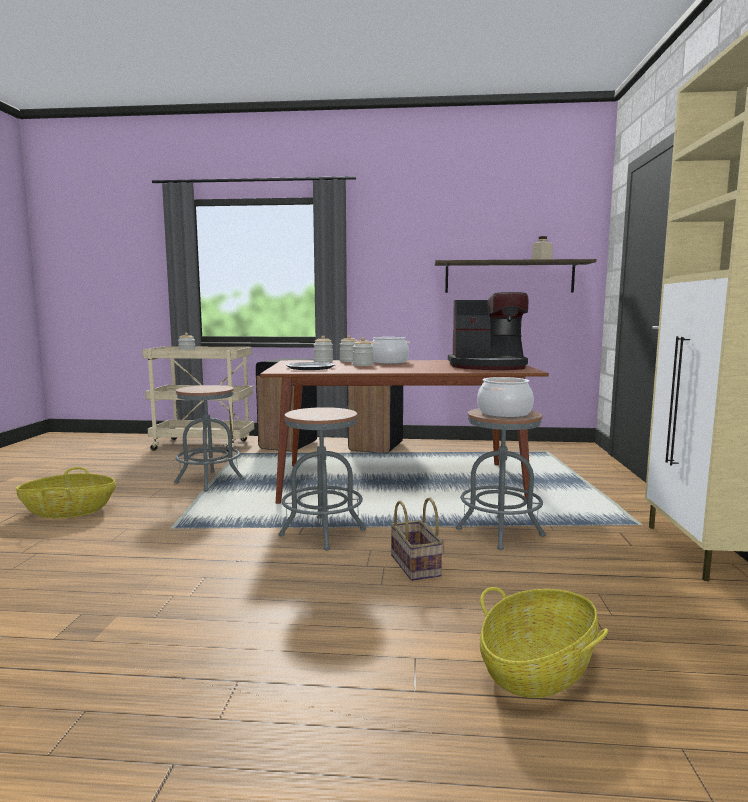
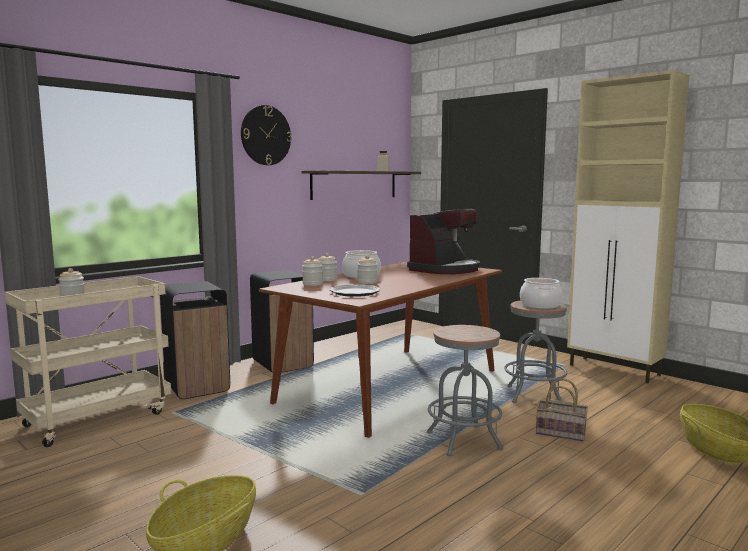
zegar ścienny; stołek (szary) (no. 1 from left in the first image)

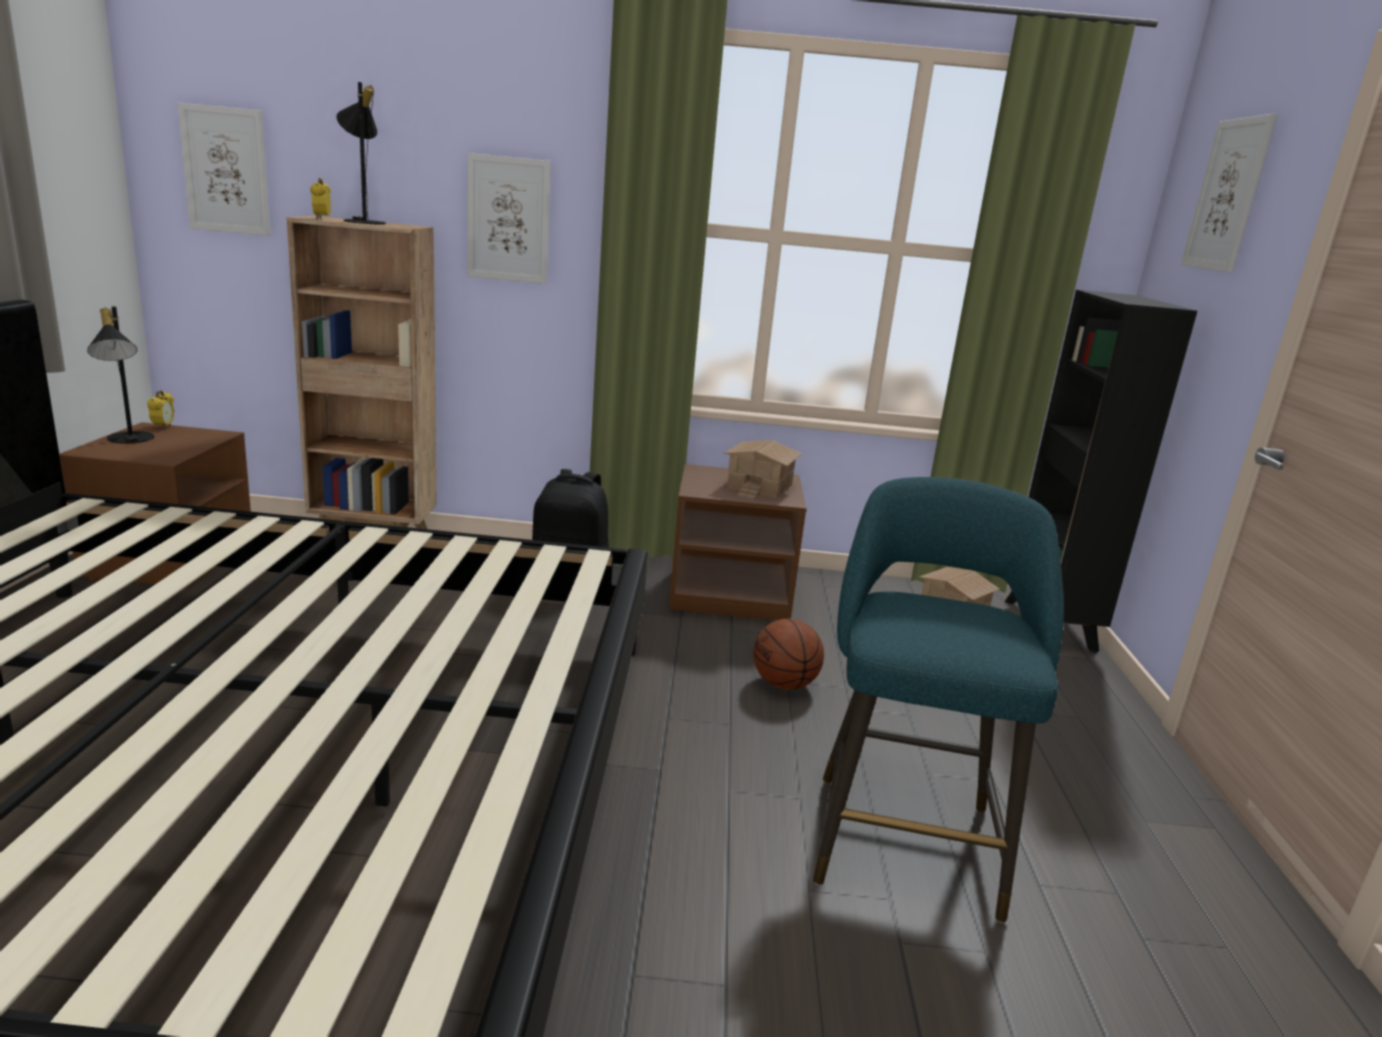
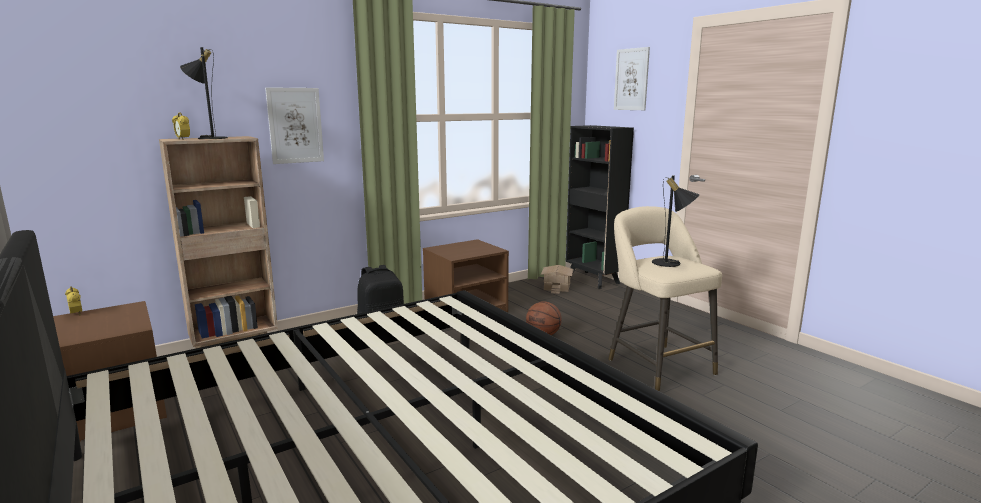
stołek (beżowy); lampa stołowa (czarny) (no. 2 from left); obraz (no. 1 from left in the first image); domek (no. 1 from left in the first image)

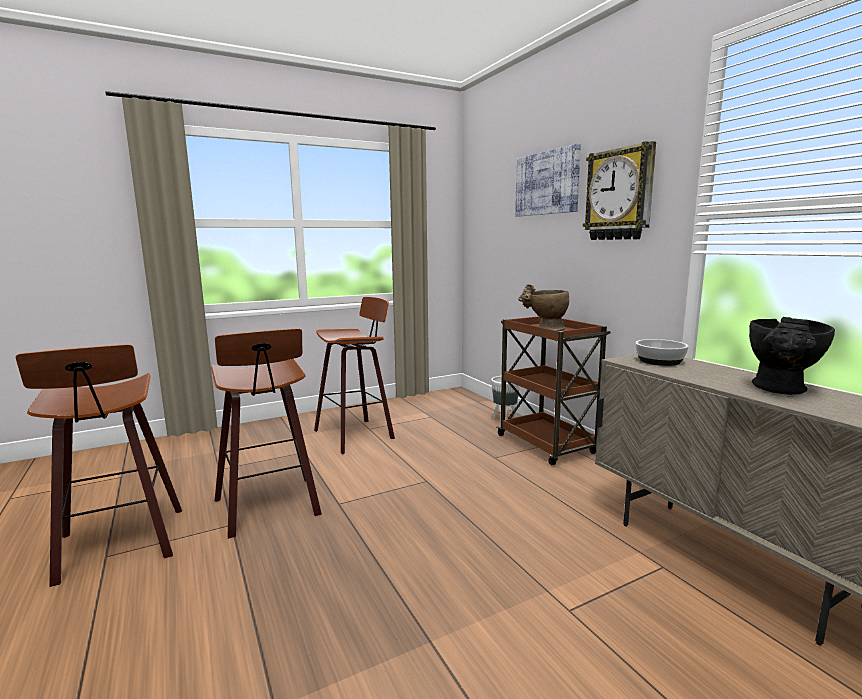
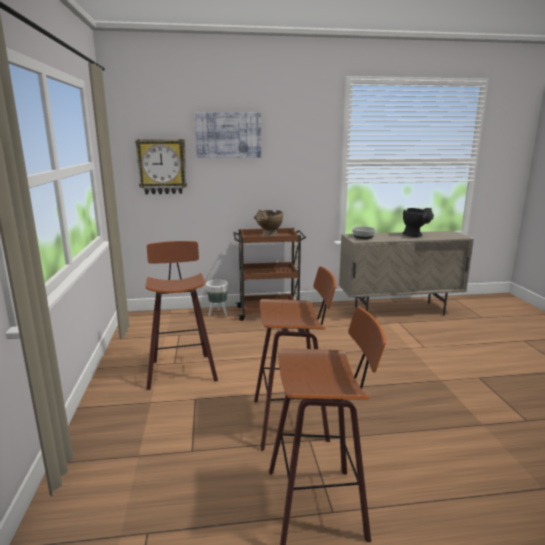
zegar ścienny

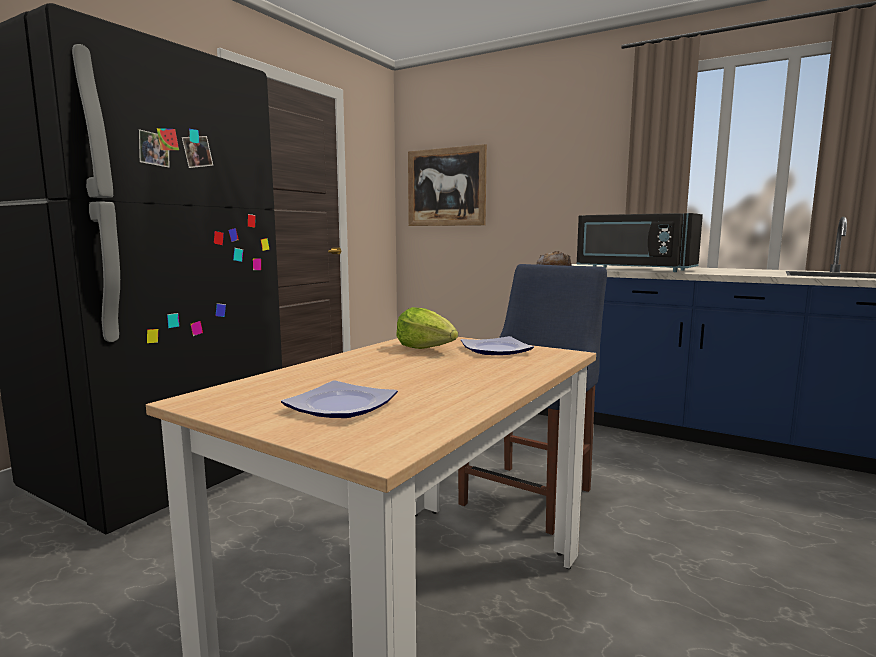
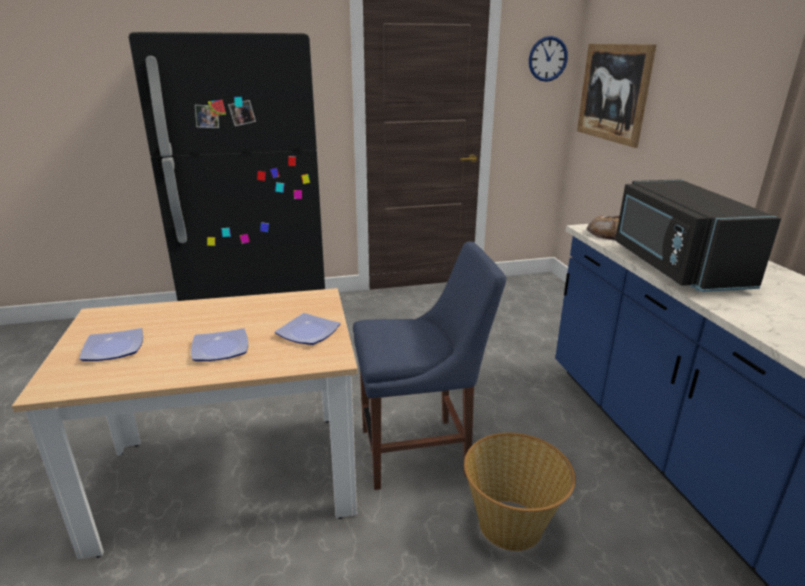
talerz (no. 2 from left); koszyk; zegar ścienny; sałata

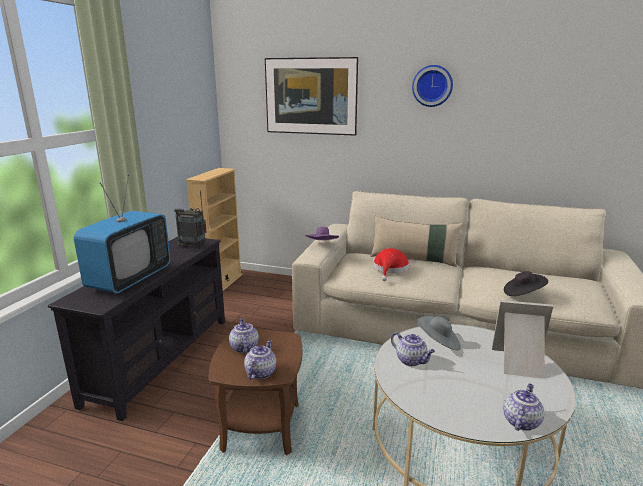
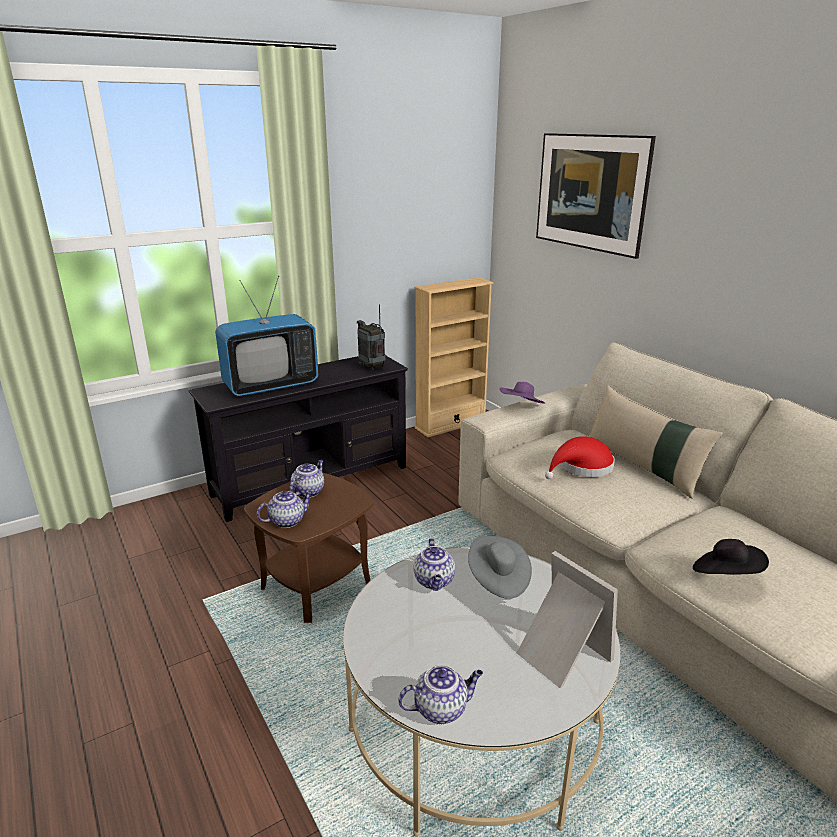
zegar ścienny

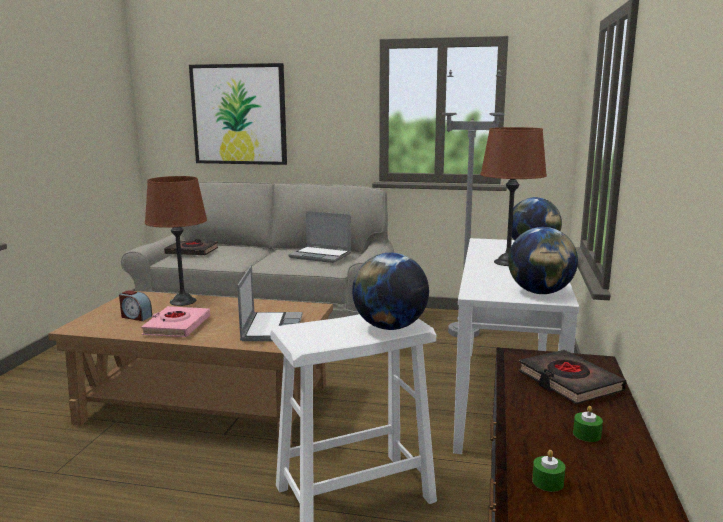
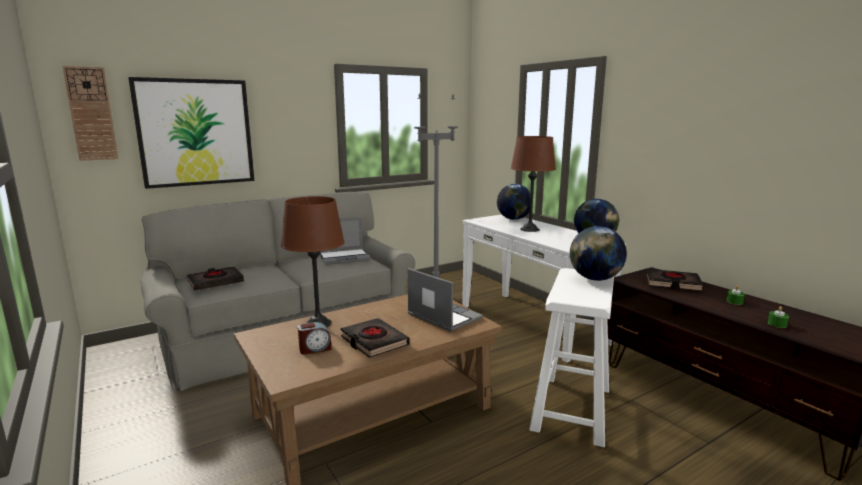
zegar ścienny; książka (czarny) (no. 2 from left)

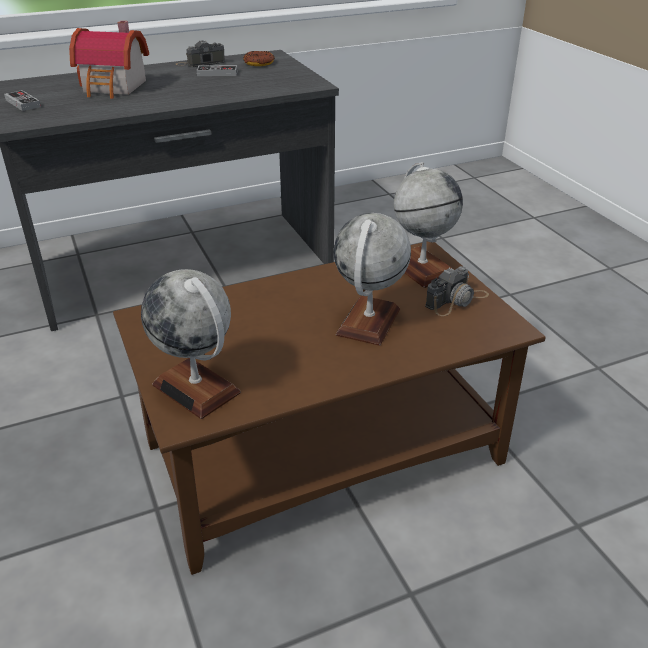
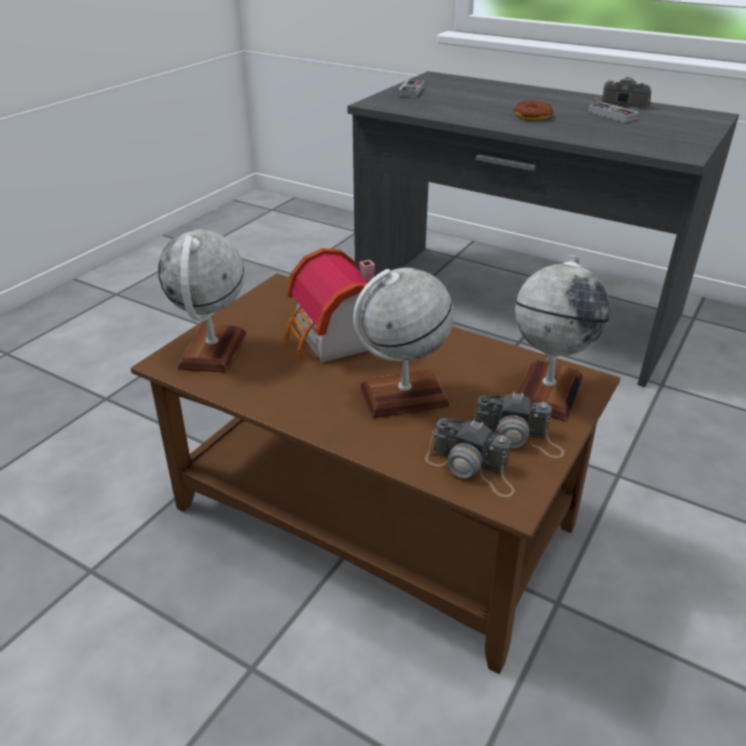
domek; aparat fotograficzny (no. 1 from left); donut

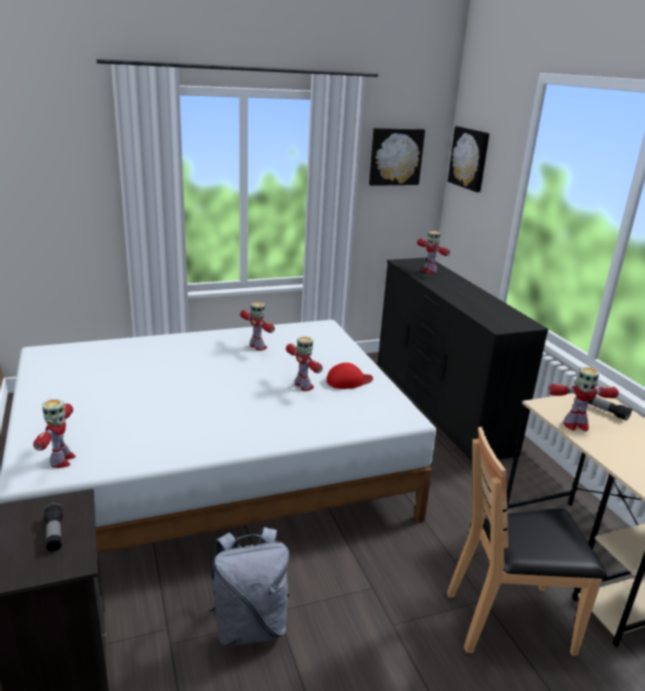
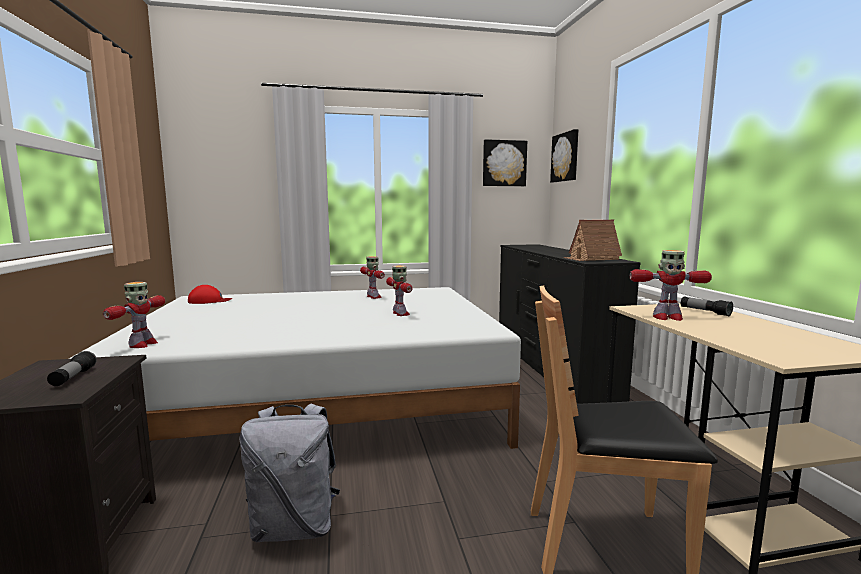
czapka z daszkiem (czerwony); domek; robot zabawkowy (no. 4 from left in the first image)

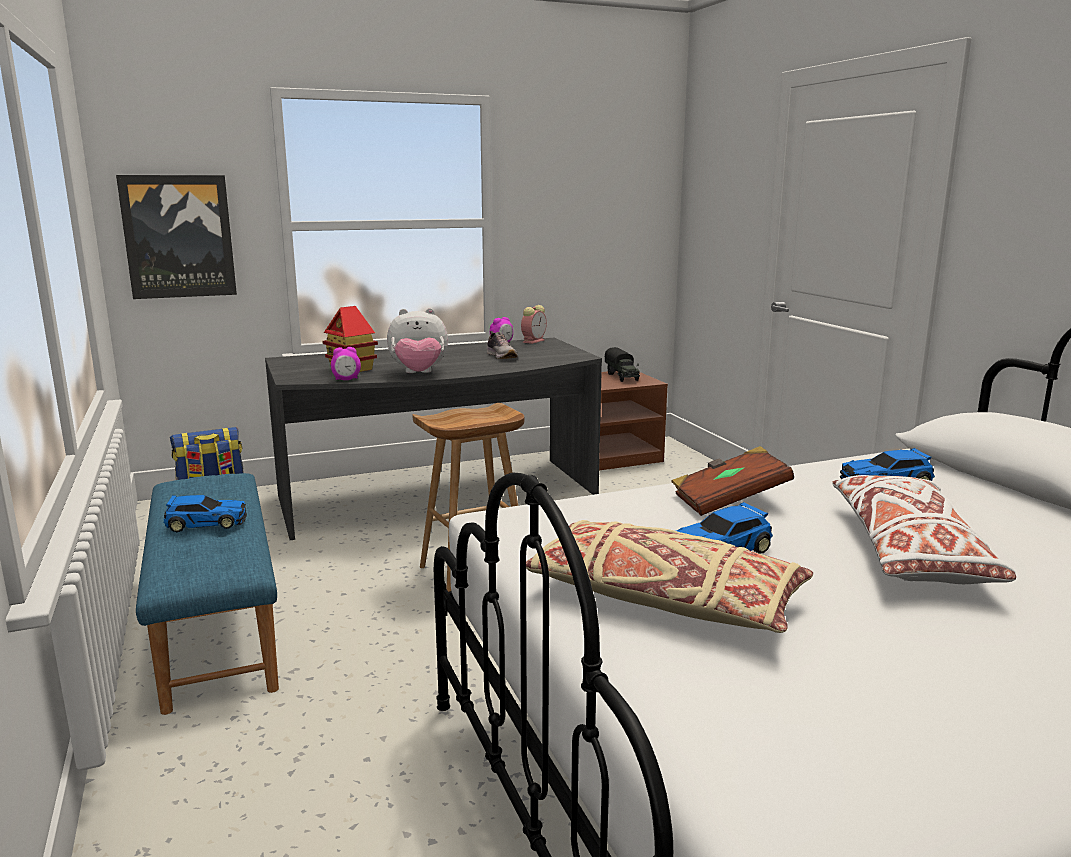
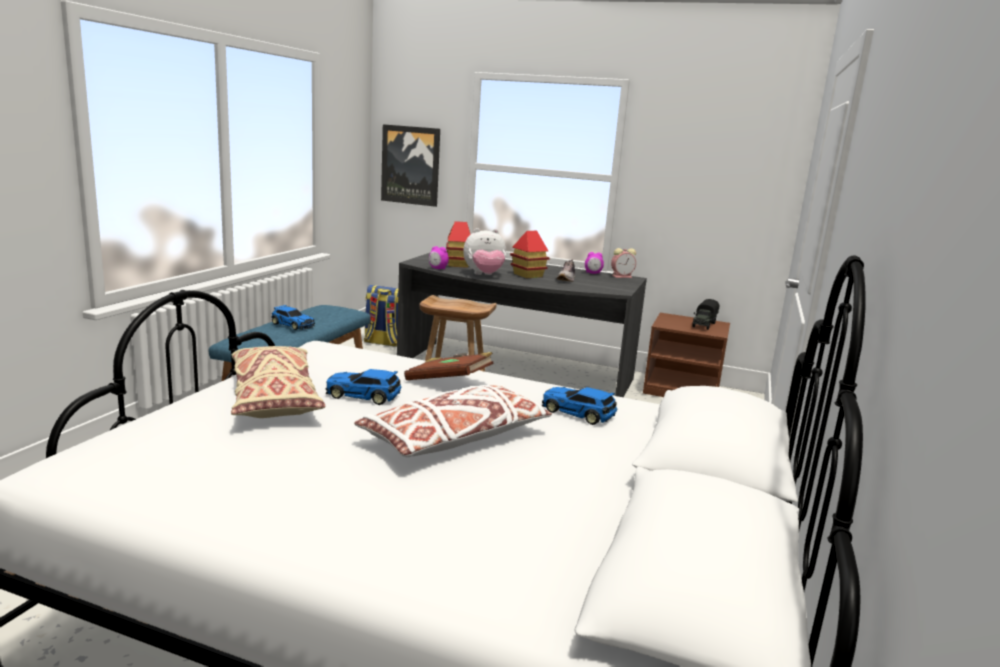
pluszak; domek (no. 2 from left)

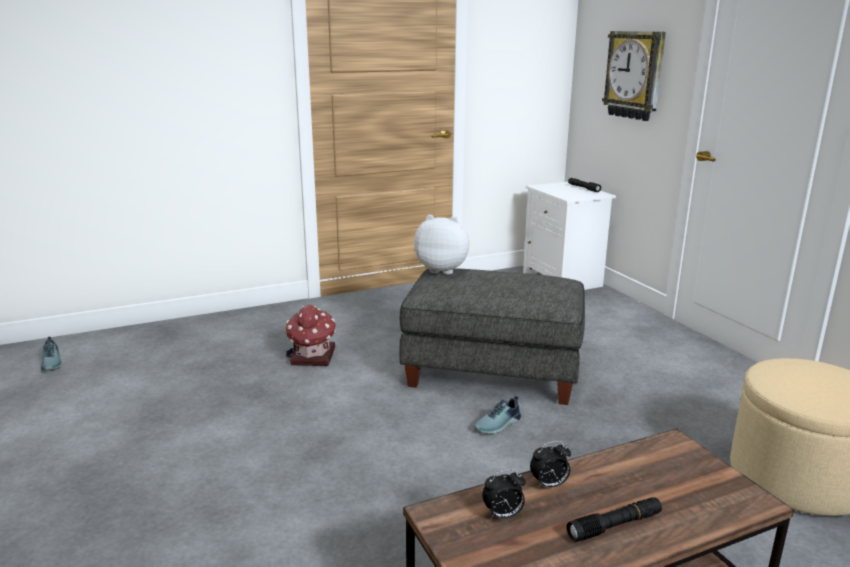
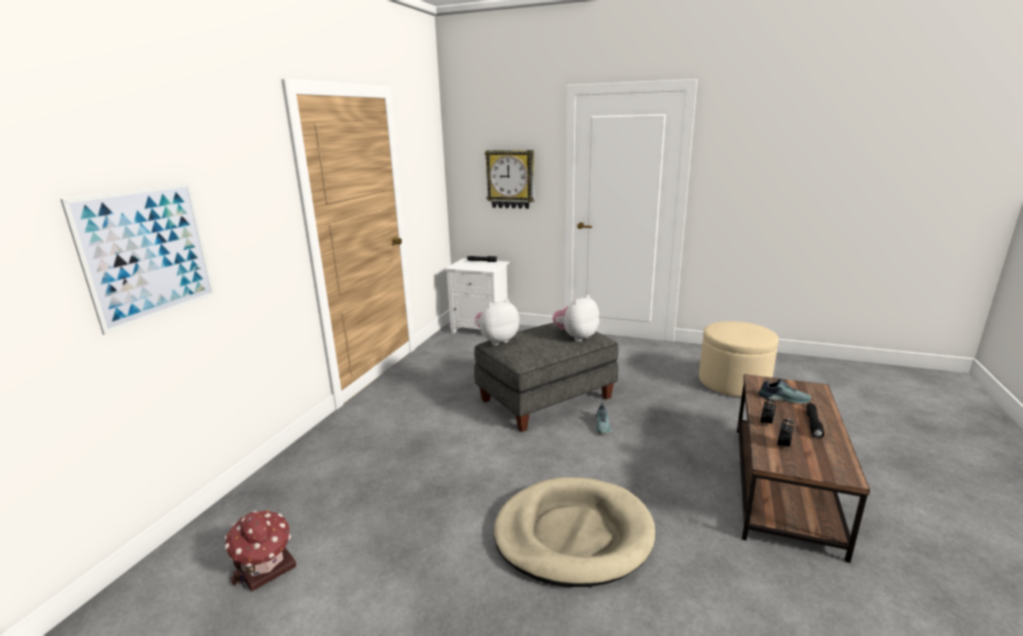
obraz; domek; legowisko (beżowy); pluszak (no. 2 from left); but (no. 2 from left)

